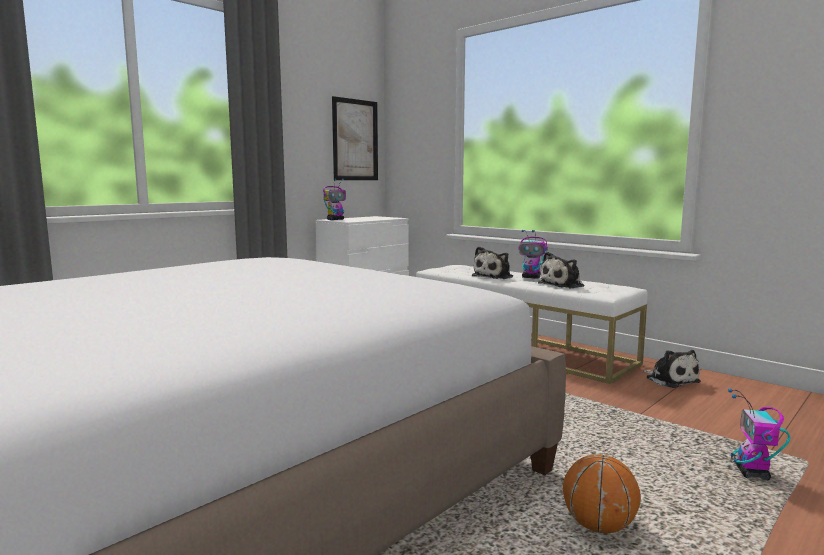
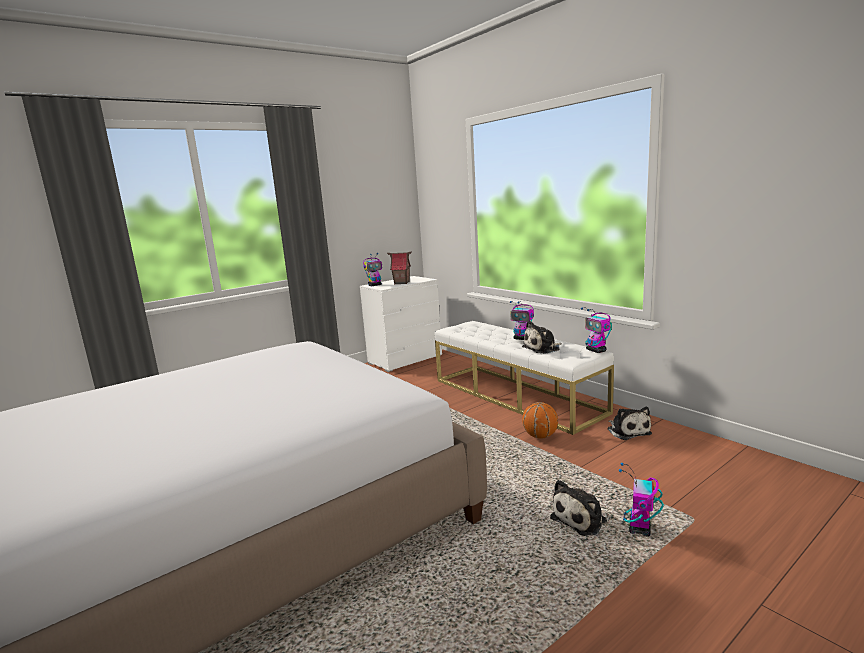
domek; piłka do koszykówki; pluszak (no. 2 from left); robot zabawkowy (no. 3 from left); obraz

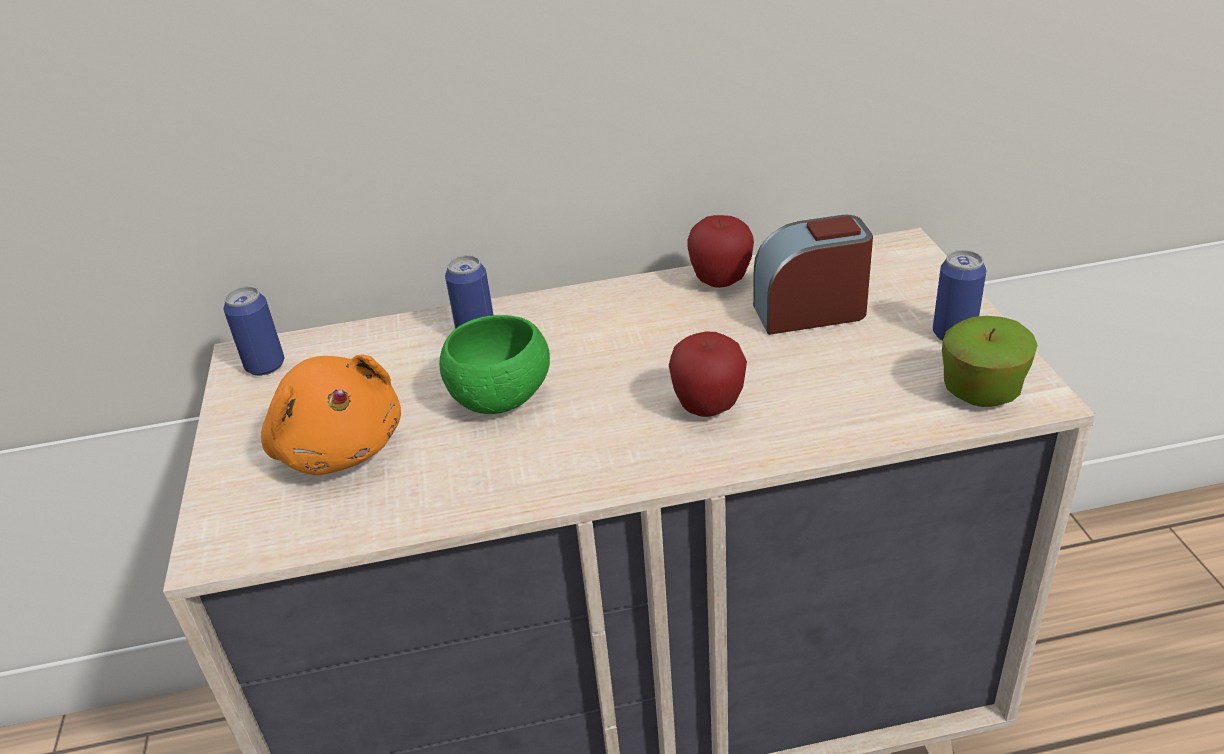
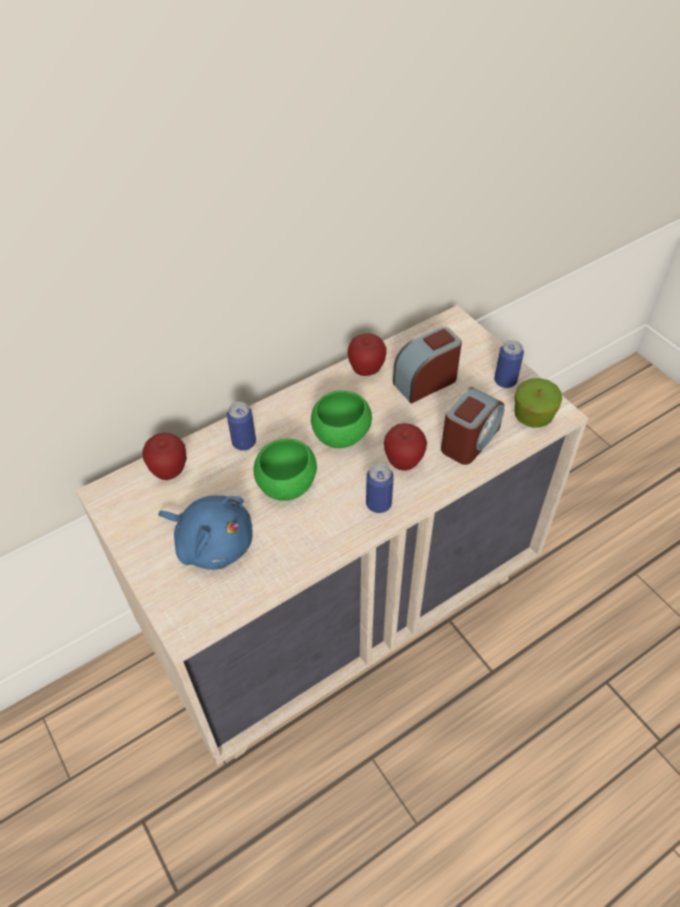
jabłko (no. 1 from left); pluszak (niebieski); miska (zielony) (no. 2 from left); puszka (no. 2 from left); budzik (no. 2 from left)

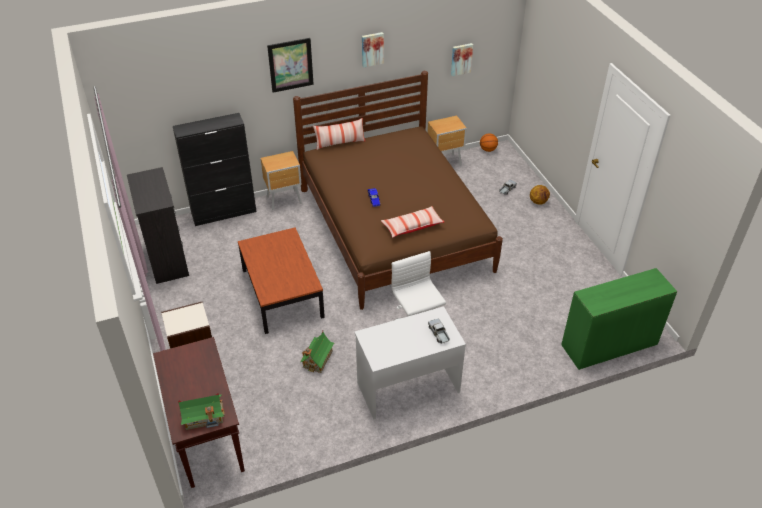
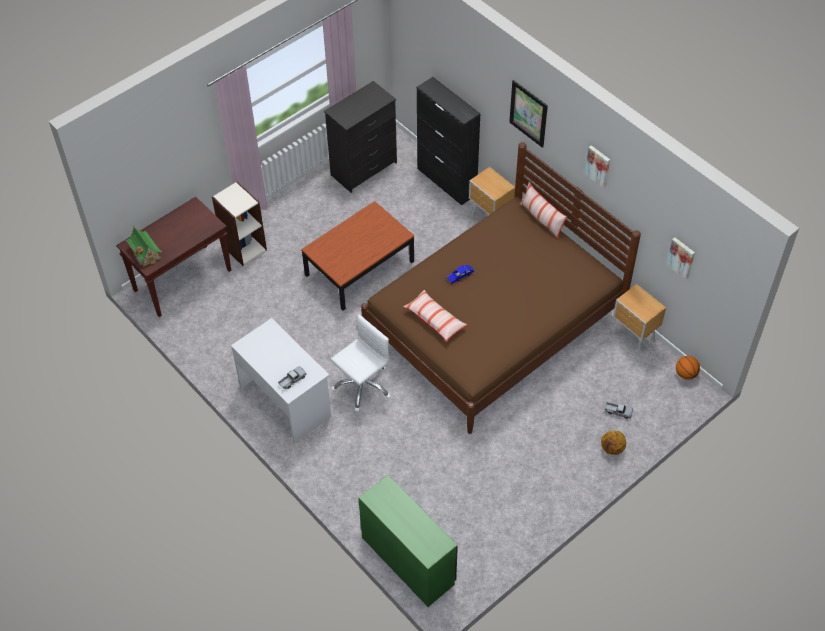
domek (no. 2 from left in the first image)

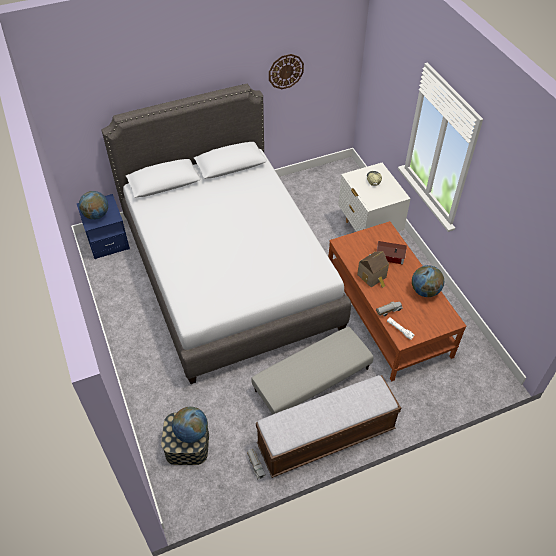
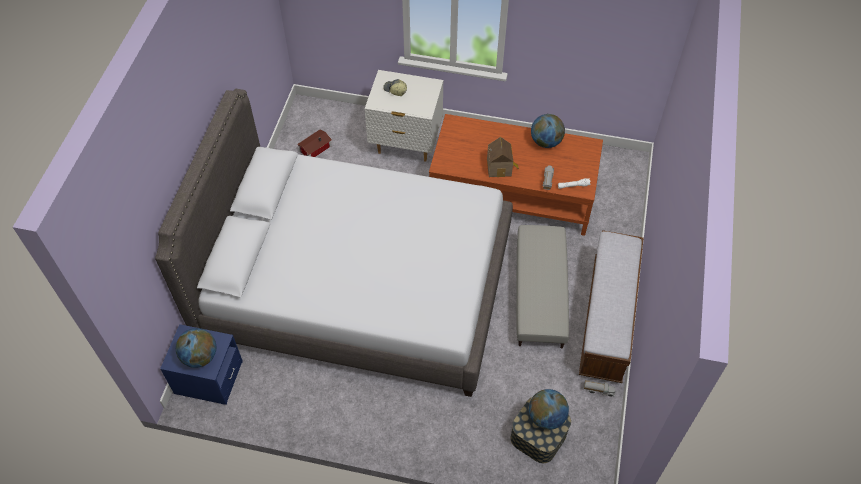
domek (no. 1 from left); zegar ścienny

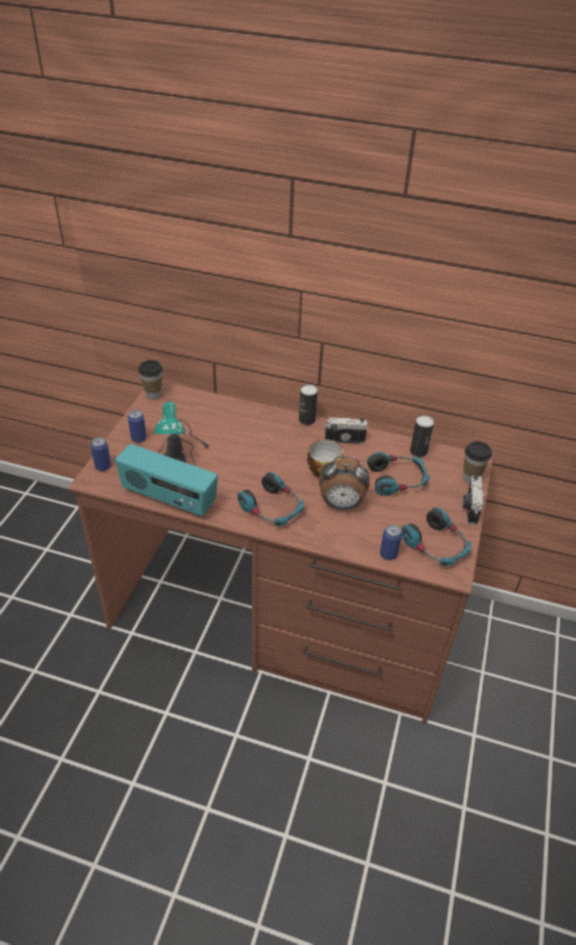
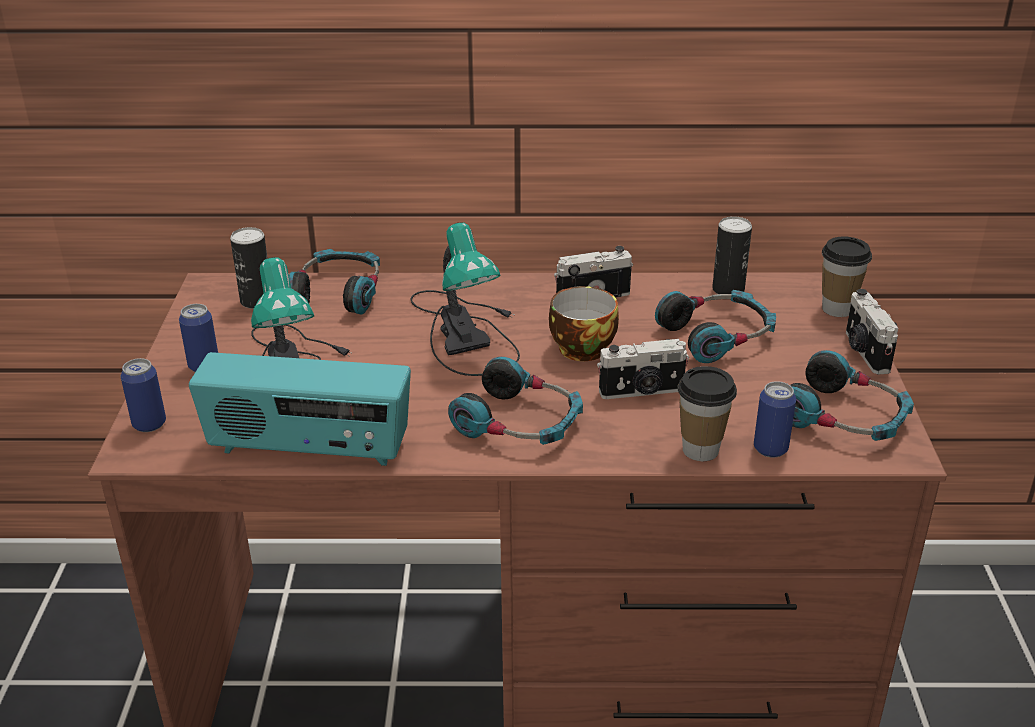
puszka (no. 3 from left); słuchawki (no. 1 from left); lampa stołowa (no. 2 from left); aparat fotograficzny (no. 2 from left); filiżanka (no. 2 from left)

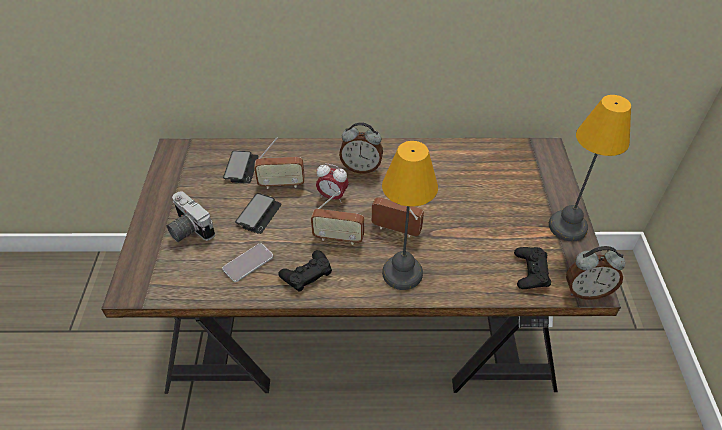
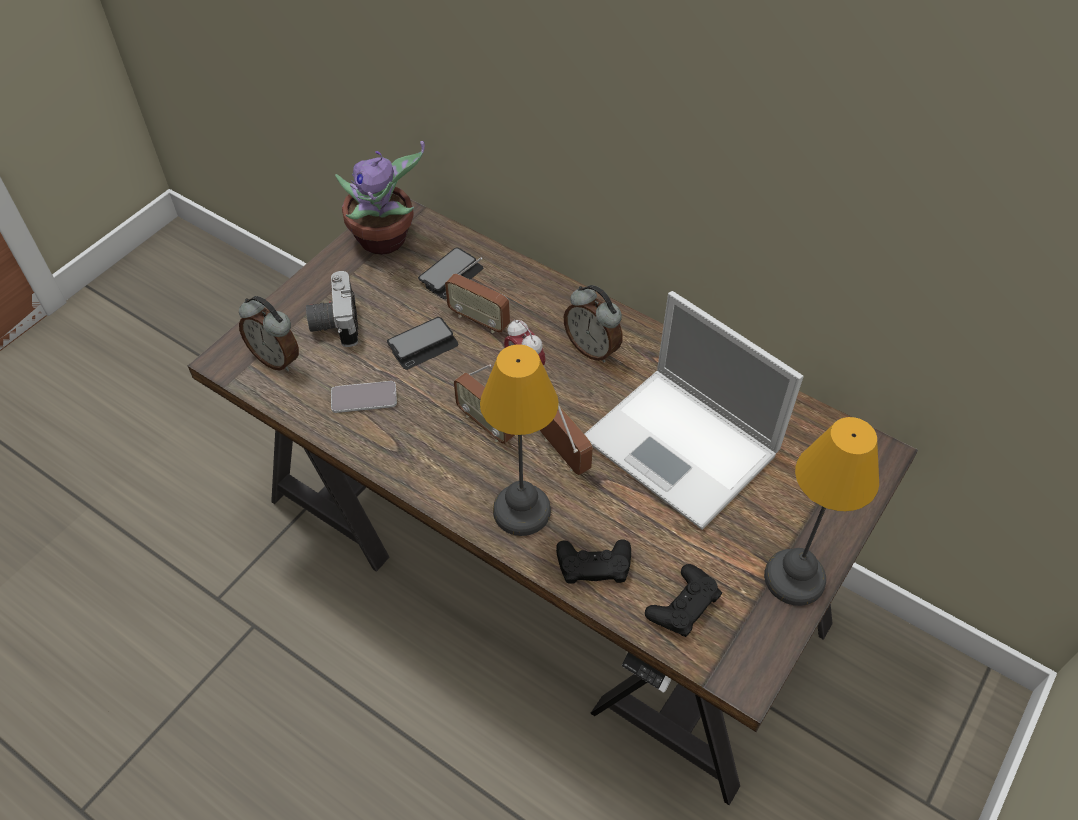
budzik (no. 1 from left); roślina doniczkowa; pad do gier (czarny) (no. 1 from left); laptop

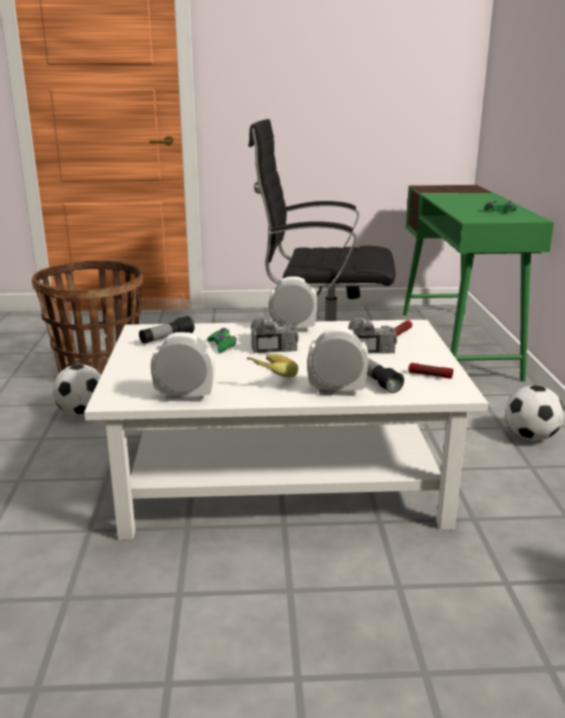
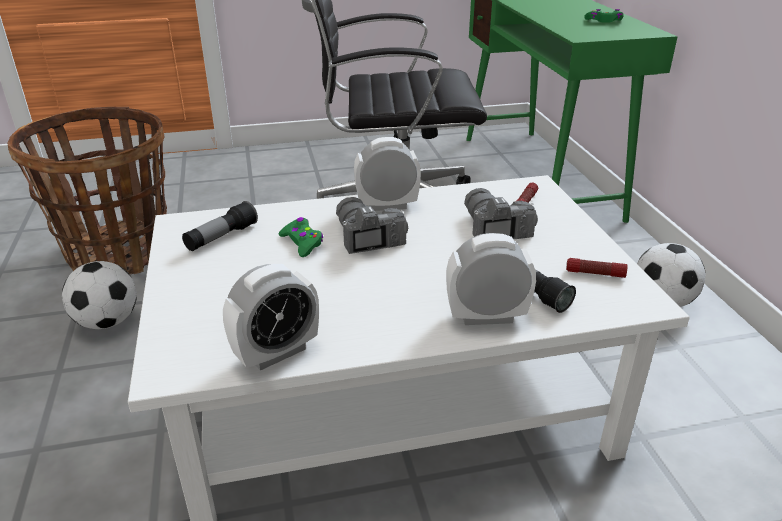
budzik (no. 1 from left); banan

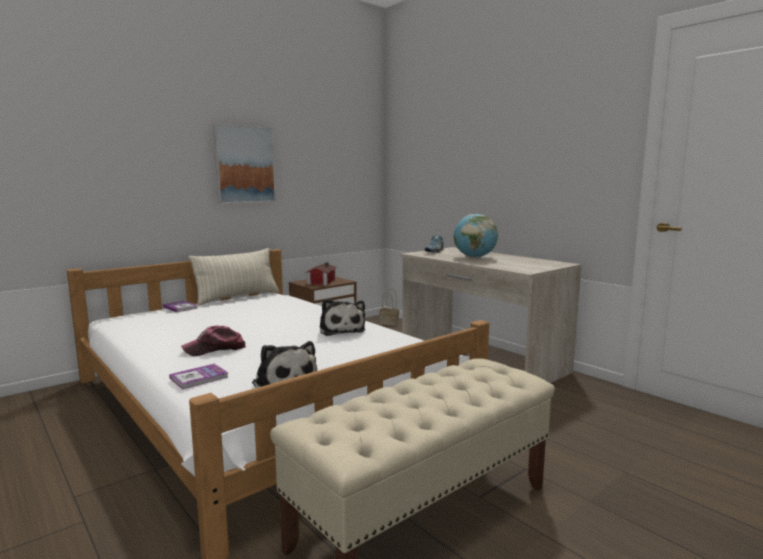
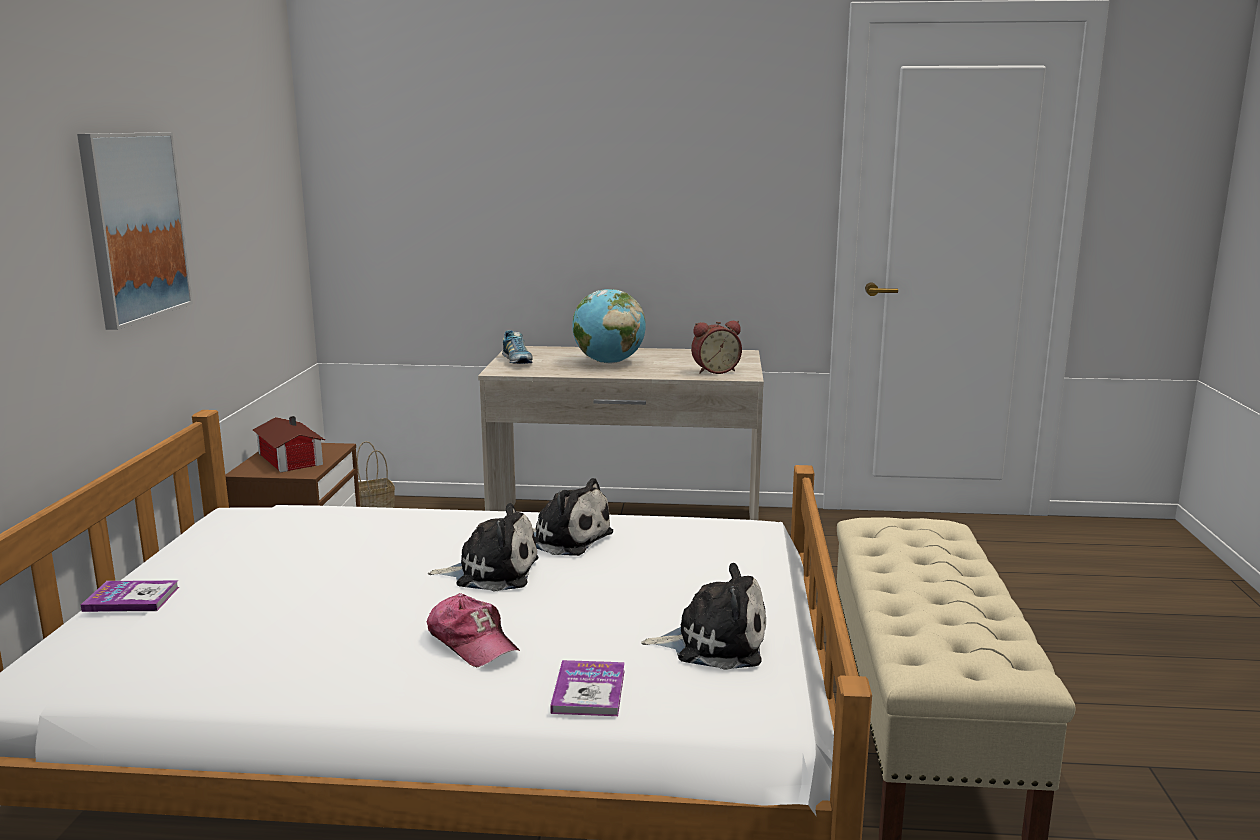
czapka z daszkiem; pluszak (no. 1 from left); budzik; poduszka (beżowy)

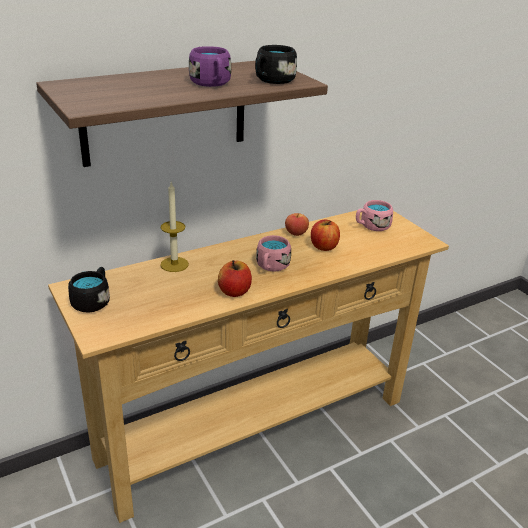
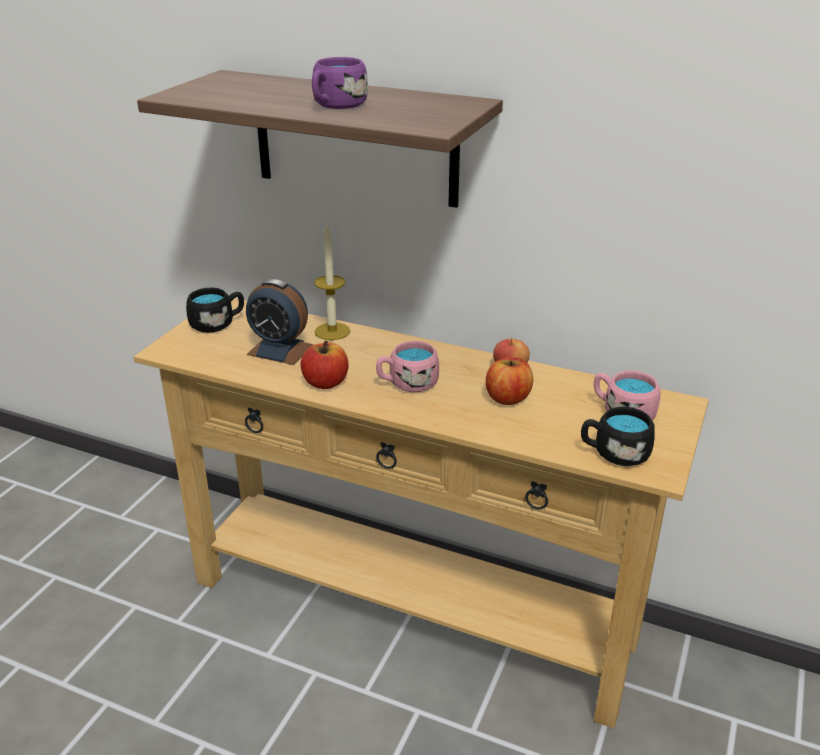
budzik; kubek (czarny) (no. 2 from left)

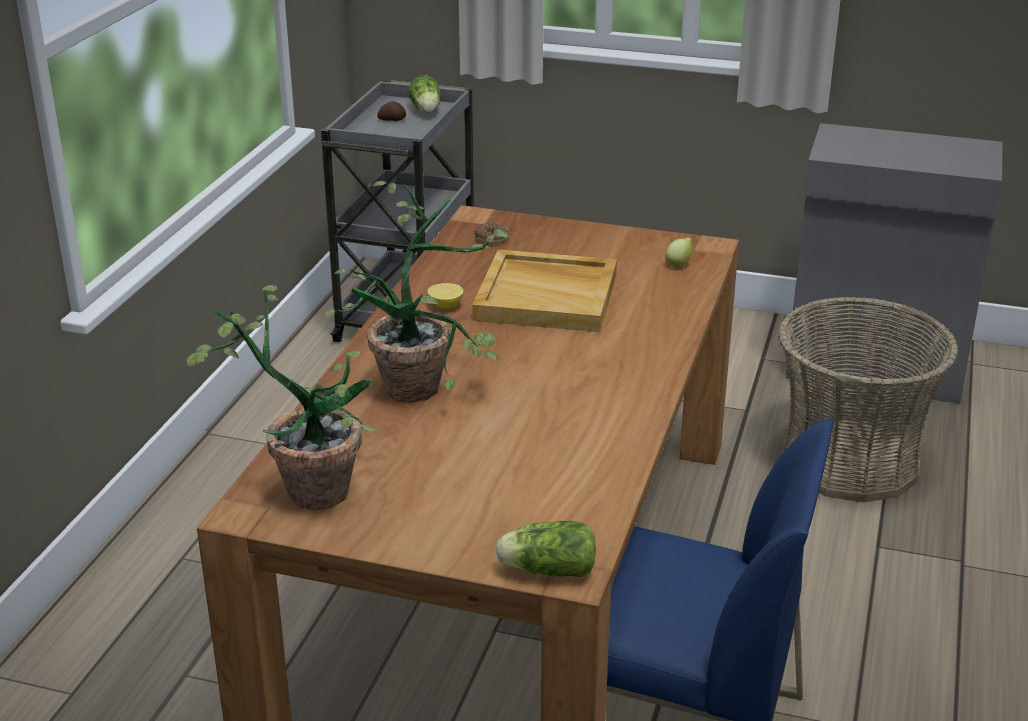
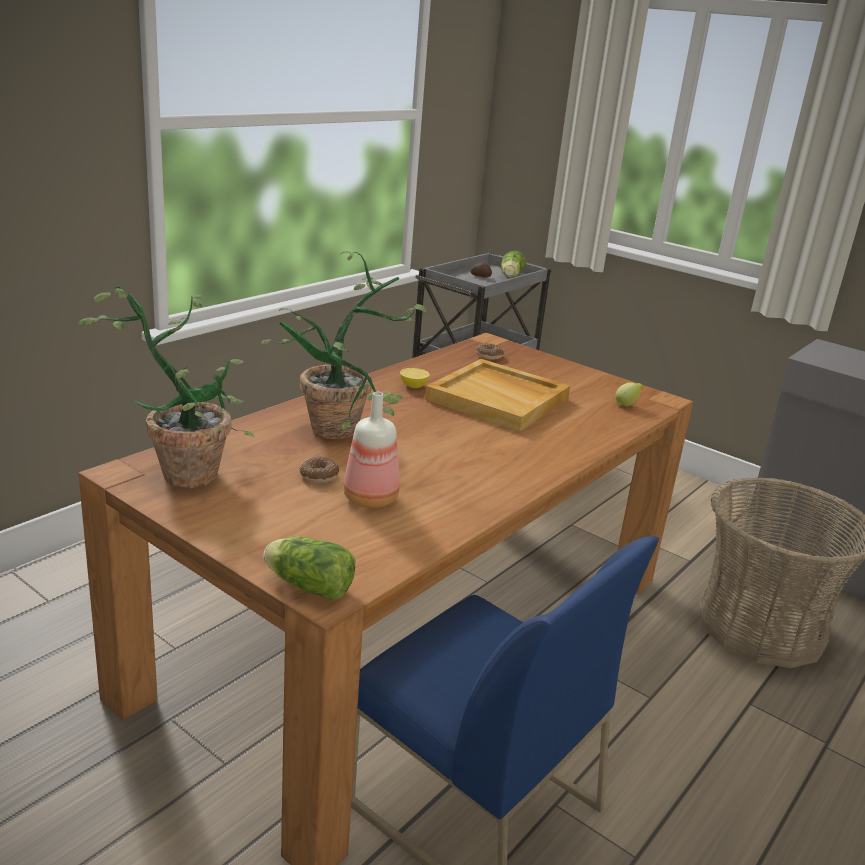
donut (no. 1 from left); butelka

